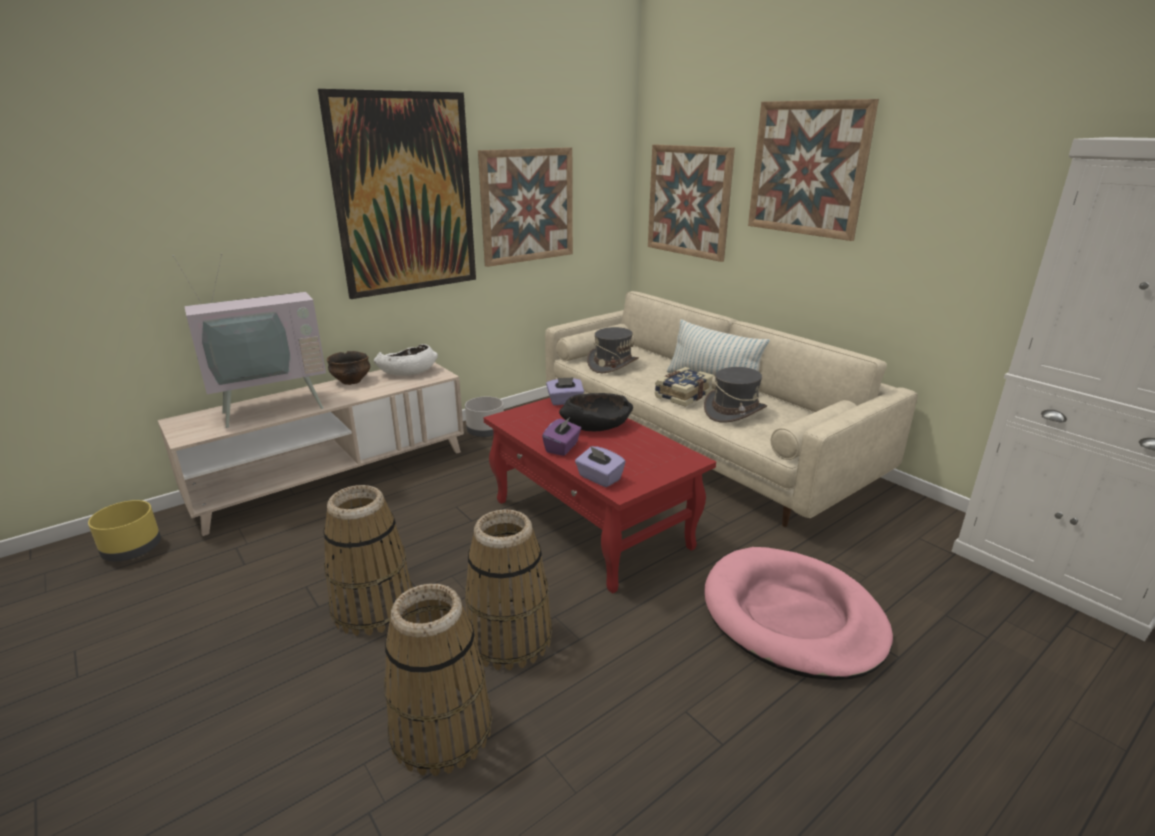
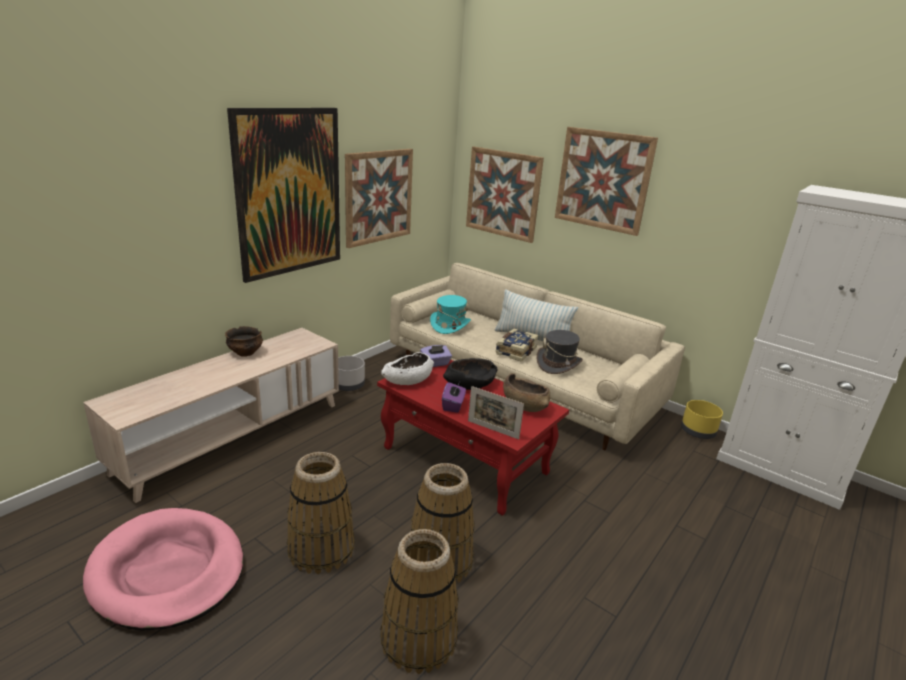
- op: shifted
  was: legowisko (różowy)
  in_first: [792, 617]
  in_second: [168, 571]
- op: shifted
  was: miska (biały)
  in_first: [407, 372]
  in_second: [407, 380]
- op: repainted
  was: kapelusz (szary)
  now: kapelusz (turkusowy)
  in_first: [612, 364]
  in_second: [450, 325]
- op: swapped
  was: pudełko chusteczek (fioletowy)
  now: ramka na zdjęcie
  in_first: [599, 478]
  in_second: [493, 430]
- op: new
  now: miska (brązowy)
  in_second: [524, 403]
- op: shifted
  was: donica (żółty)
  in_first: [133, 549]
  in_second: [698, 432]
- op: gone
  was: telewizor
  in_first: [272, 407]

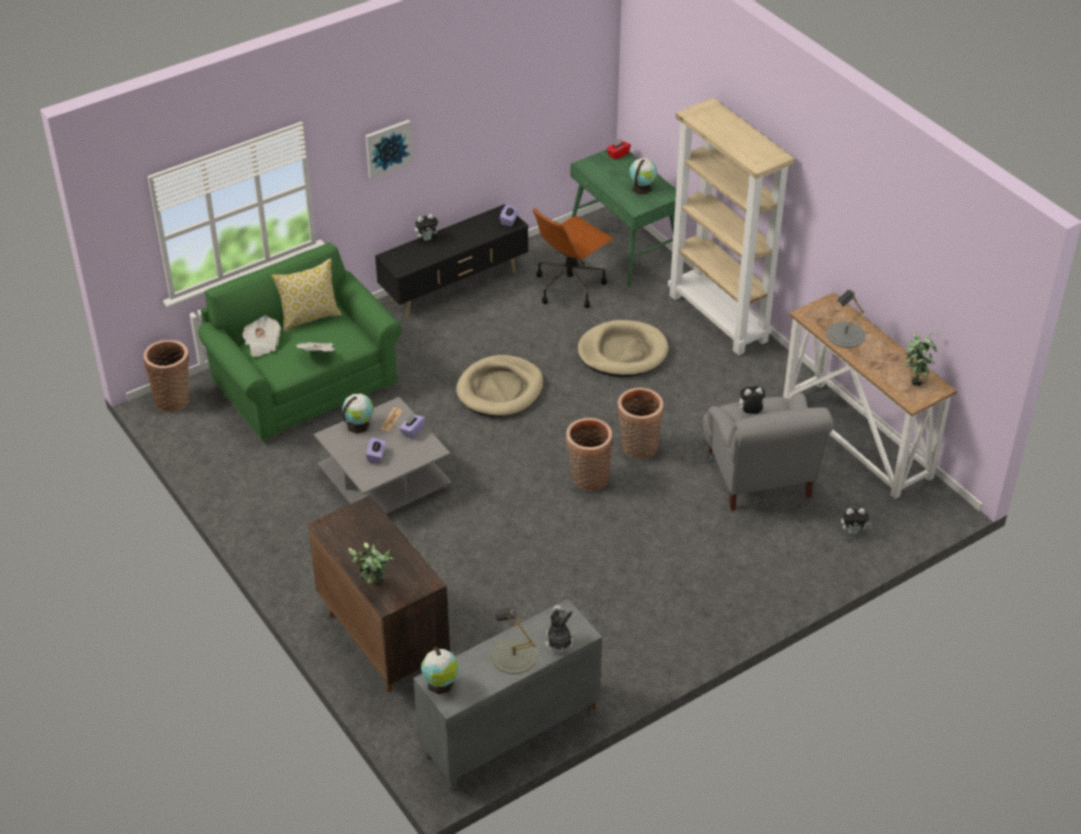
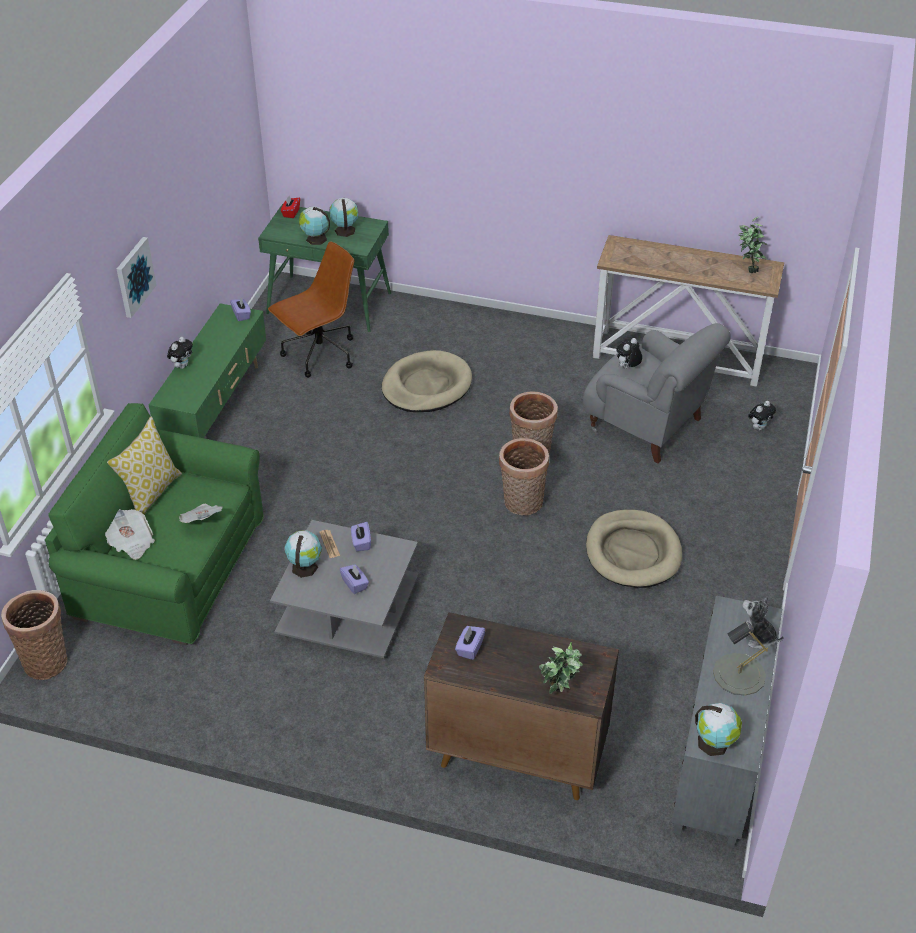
- op: repainted
  was: szafka pod telewizor (czarny)
  now: szafka pod telewizor (zielony)
  in_first: [455, 287]
  in_second: [217, 407]
- op: rotated
  was: krzesło biurowe (brązowy)
  in_first: [570, 286]
  in_second: [319, 355]
  clockwise: -135
- op: new
  now: globus
  in_second: [315, 239]
- op: new
  now: pudełko chusteczek (fioletowy)
  in_second: [469, 648]
- op: shifted
  was: legowisko (beżowy)
  in_first: [500, 390]
  in_second: [633, 552]
- op: gone
  was: regał (beżowy)
  in_first: [719, 318]
- op: gone
  was: lampa stołowa (szary)
  in_first: [845, 335]

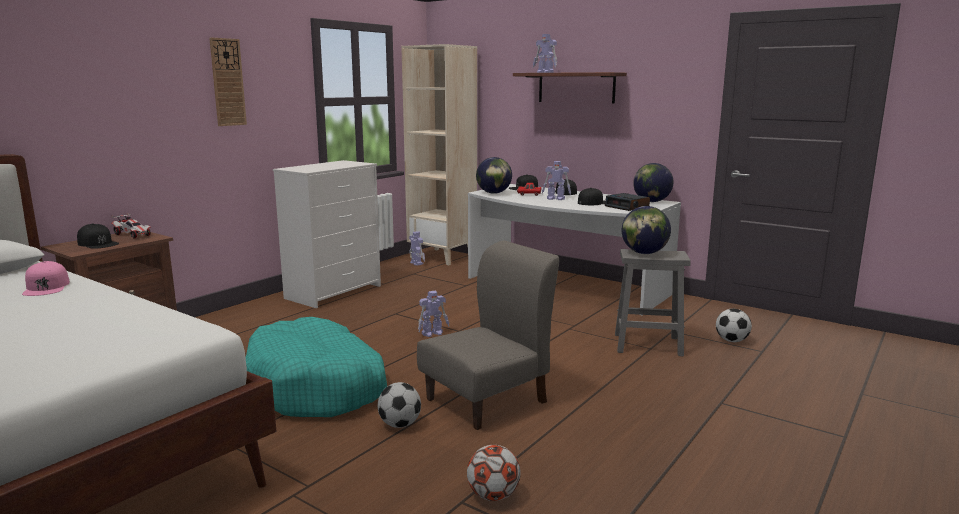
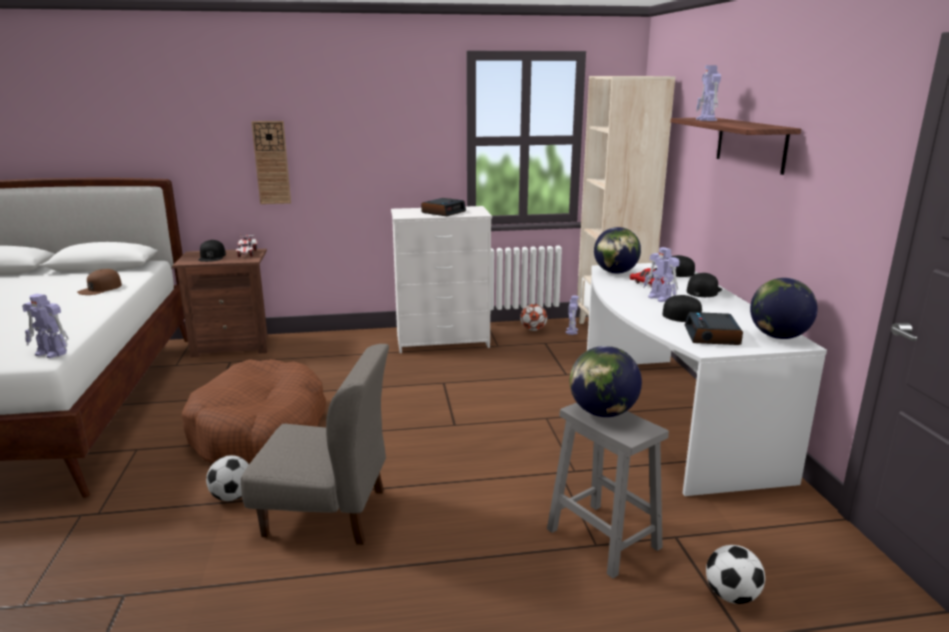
- op: shifted
  was: robot zabawkowy
  in_first: [433, 333]
  in_second: [52, 353]
- op: repainted
  was: czapka z daszkiem (różowy)
  now: czapka z daszkiem (brązowy)
  in_first: [46, 287]
  in_second: [100, 288]
- op: repainted
  was: legowisko (turkusowy)
  now: legowisko (brązowy)
  in_first: [317, 386]
  in_second: [259, 430]
- op: shifted
  was: zegar ścienny
  in_first: [227, 82]
  in_second: [271, 163]
- op: new
  now: budzik
  in_second: [443, 212]
- op: shifted
  was: piłka futbolowa
  in_first: [493, 495]
  in_second: [533, 330]

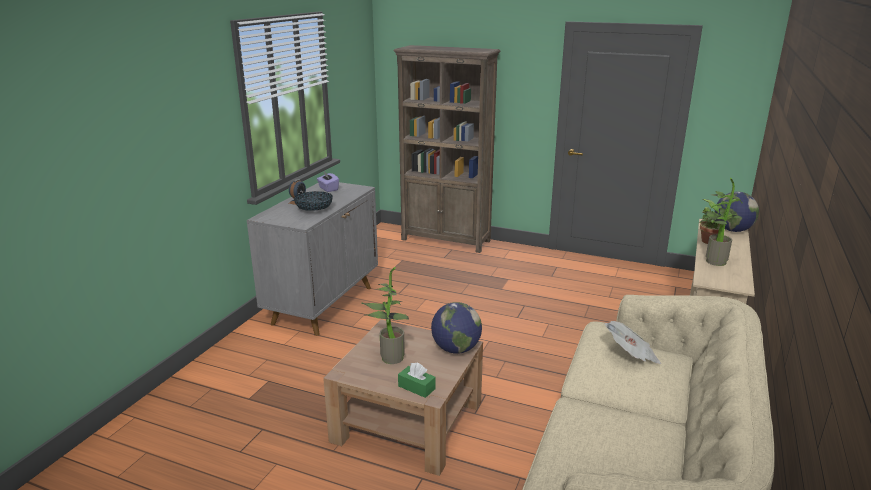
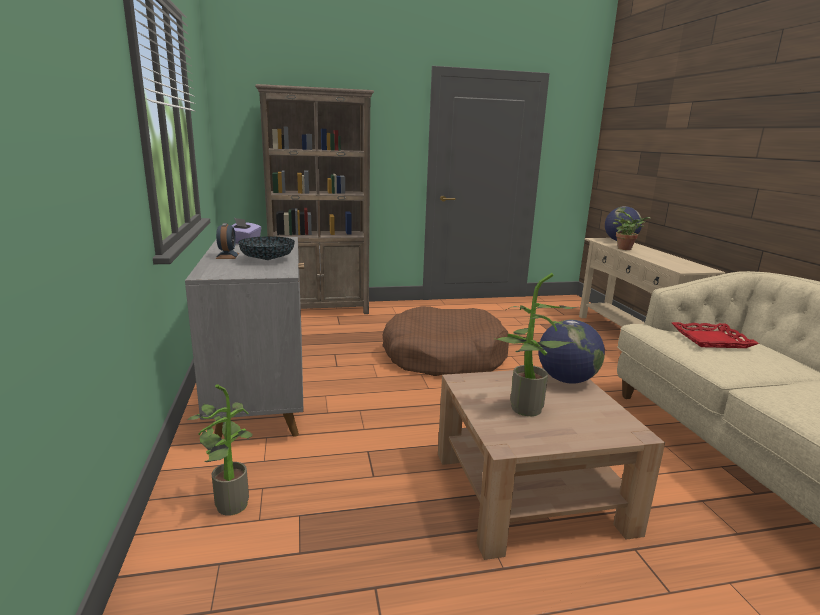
- op: shifted
  was: roślina doniczkowa
  in_first: [713, 260]
  in_second: [229, 503]
- op: new
  now: legowisko (brązowy)
  in_second: [444, 356]
- op: swapped
  was: gazeta
  now: taca (czerwony)
  in_first: [631, 355]
  in_second: [711, 339]
- op: gone
  was: pudełko chusteczek (zielony)
  in_first: [416, 387]

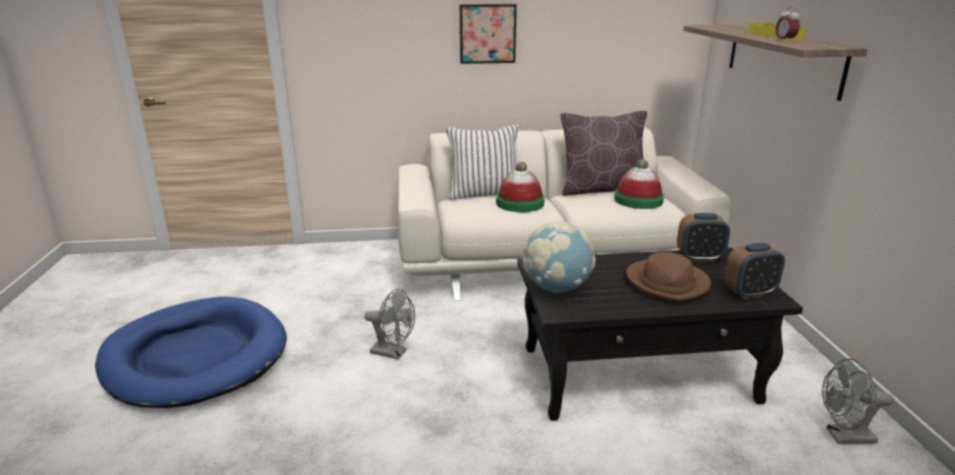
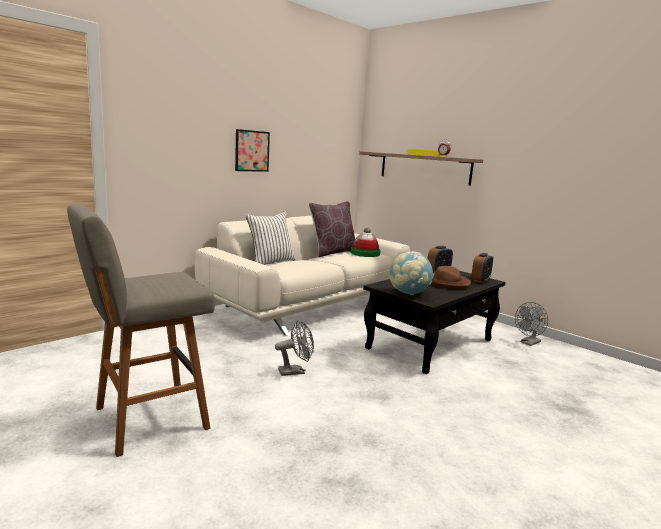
- op: swapped
  was: legowisko (niebieski)
  now: stołek (szary)
  in_first: [195, 356]
  in_second: [147, 419]
- op: gone
  was: kapelusz
  in_first: [520, 203]

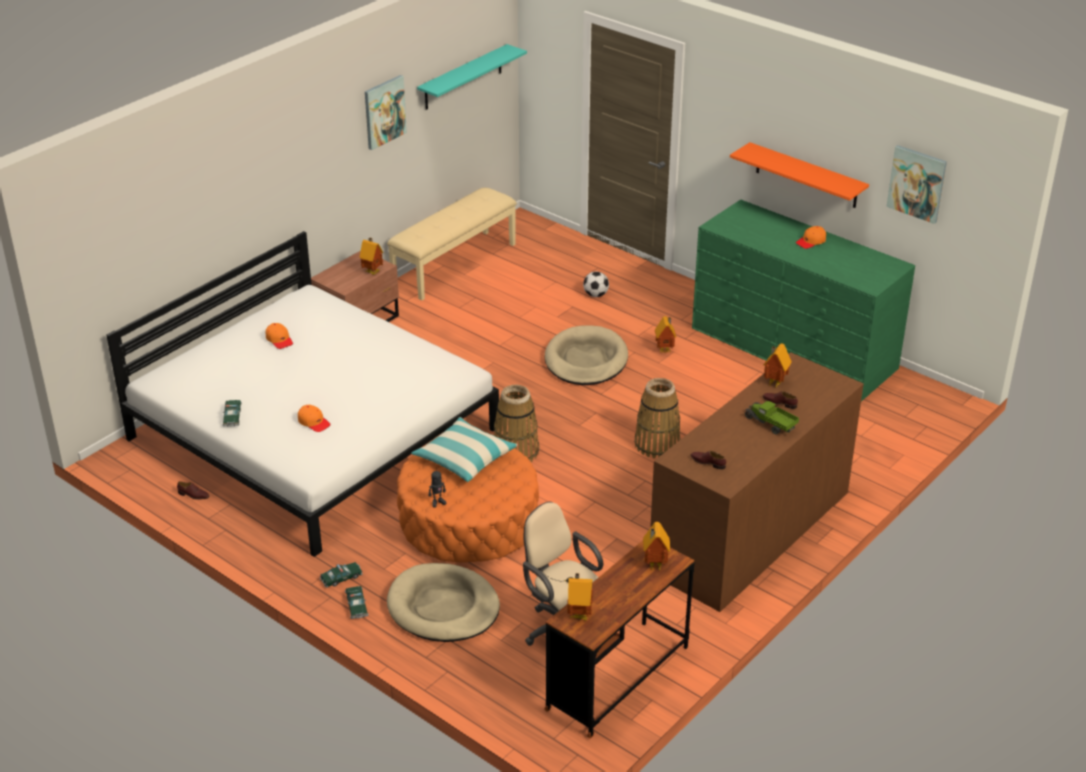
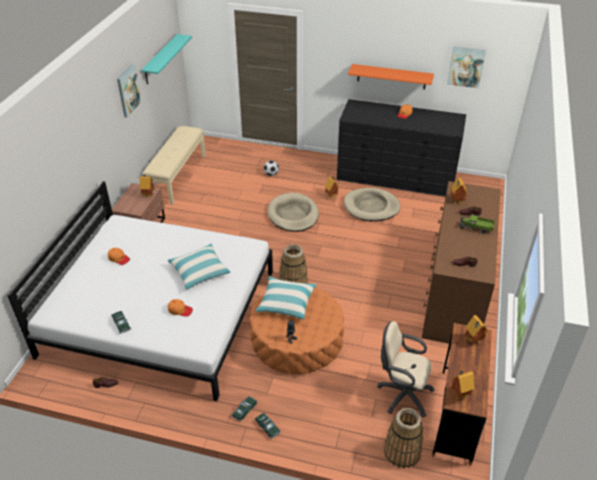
- op: new
  now: poduszka
  in_second: [199, 271]
- op: repainted
  was: komoda (zielony)
  now: komoda (czarny)
  in_first: [793, 348]
  in_second: [396, 177]
- op: shifted
  was: legowisko (beżowy)
  in_first: [443, 607]
  in_second: [371, 207]
- op: shifted
  was: koszyk
  in_first: [656, 444]
  in_second: [402, 452]

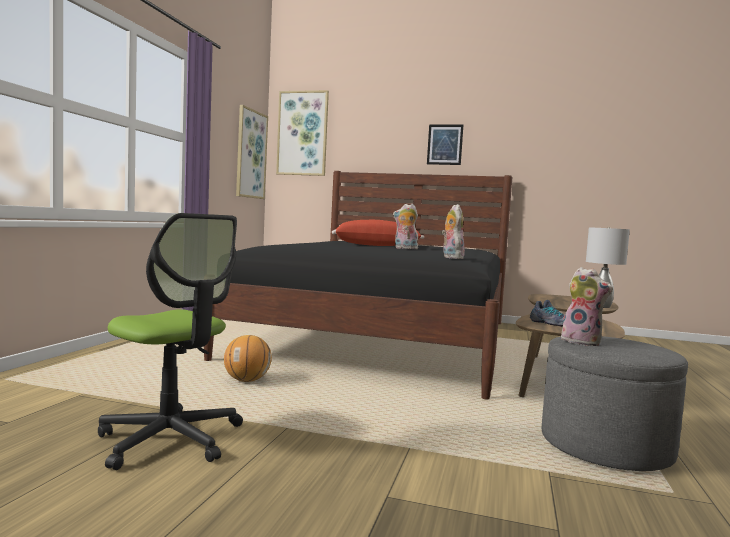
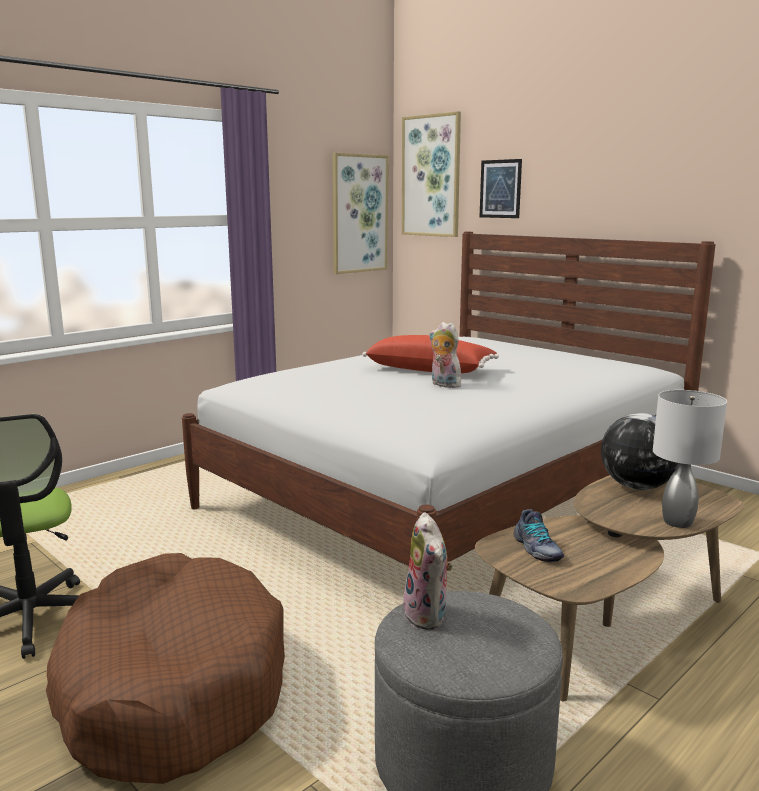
- op: new
  now: legowisko (brązowy)
  in_second: [171, 687]
- op: repainted
  was: łóżko (czarny)
  now: łóżko (biały)
  in_first: [383, 338]
  in_second: [449, 493]
- op: shifted
  was: obraz
  in_first: [444, 144]
  in_second: [500, 189]
- op: new
  now: globus
  in_second: [636, 486]
- op: gone
  was: piłka do koszykówki
  in_first: [247, 380]
- op: gone
  was: pluszak
  in_first: [451, 258]

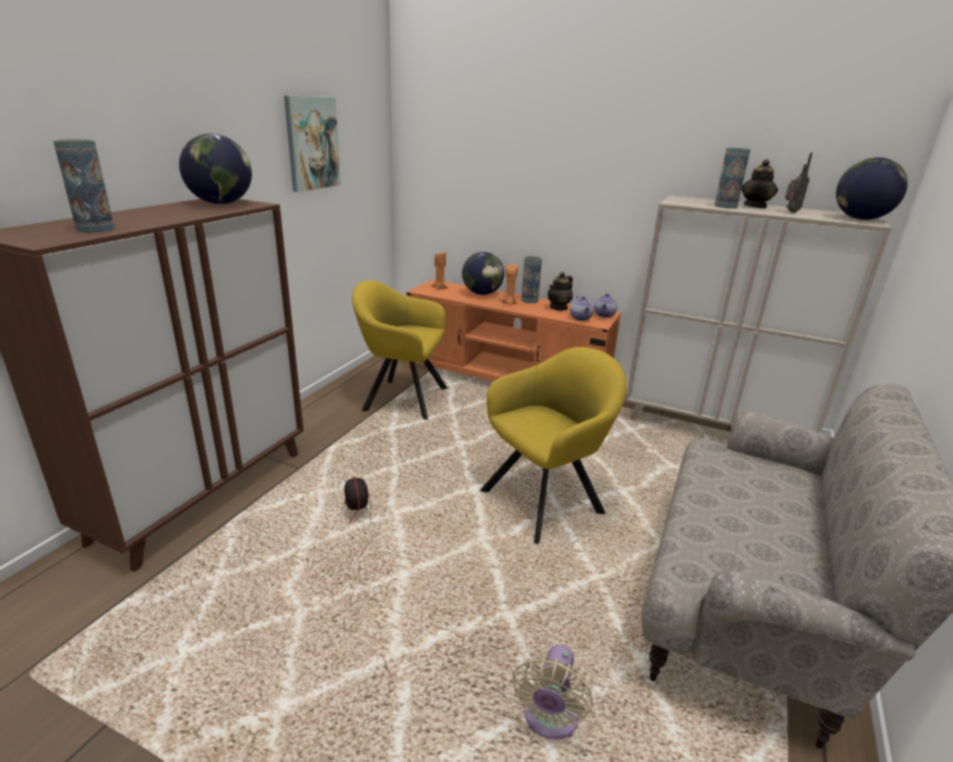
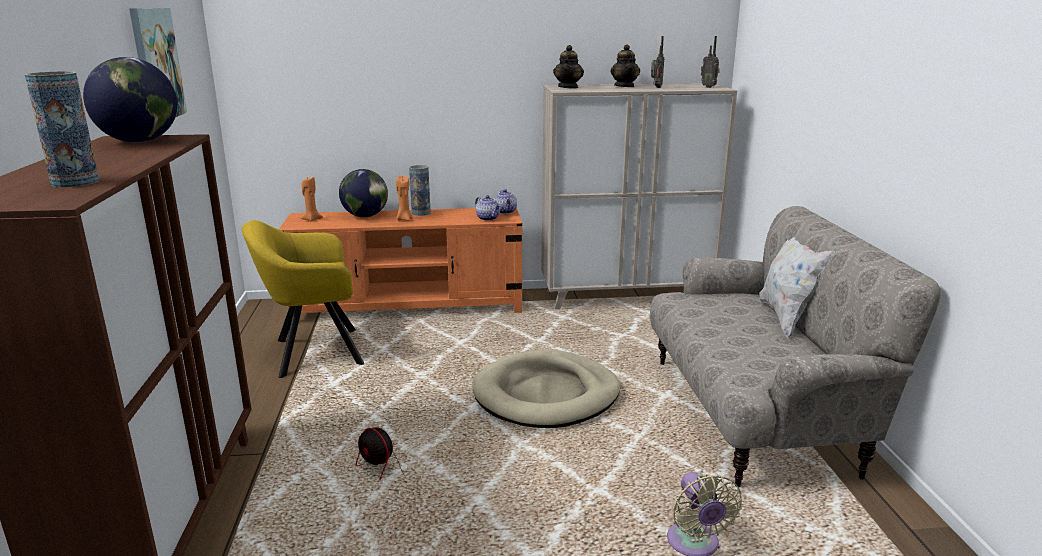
- op: swapped
  was: fotel (żółty)
  now: legowisko (beżowy)
  in_first: [547, 500]
  in_second: [546, 395]
- op: shifted
  was: imbryk
  in_first: [559, 307]
  in_second: [568, 87]
- op: swapped
  was: globus
  now: radio
  in_first: [861, 219]
  in_second: [709, 87]
- op: new
  now: poduszka (biały)
  in_second: [787, 318]
- op: gone
  was: wazon
  in_first: [725, 206]

